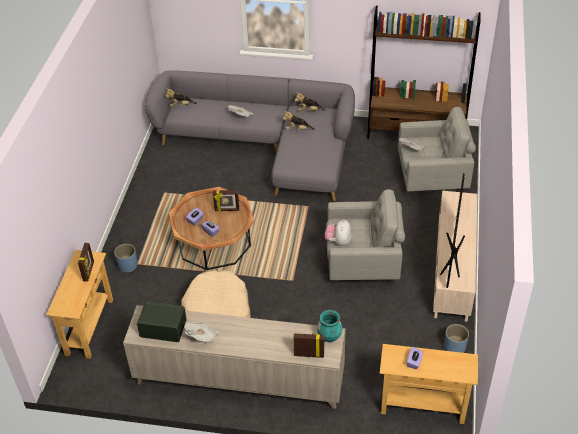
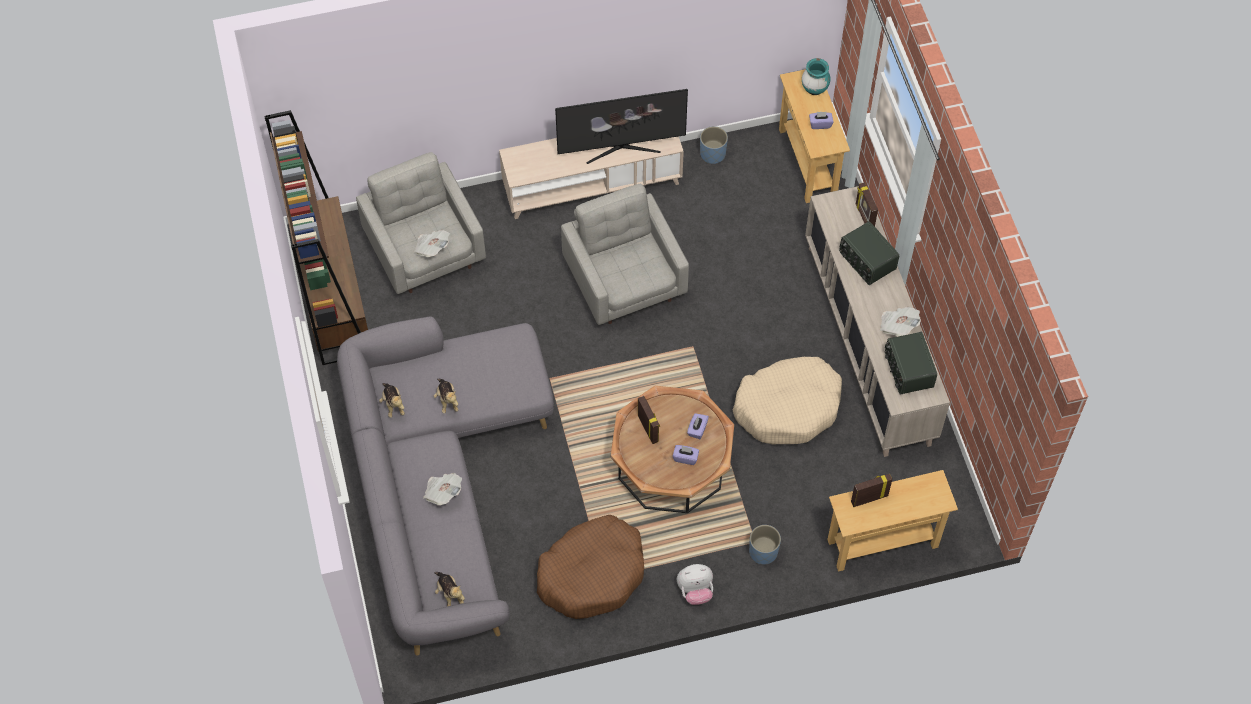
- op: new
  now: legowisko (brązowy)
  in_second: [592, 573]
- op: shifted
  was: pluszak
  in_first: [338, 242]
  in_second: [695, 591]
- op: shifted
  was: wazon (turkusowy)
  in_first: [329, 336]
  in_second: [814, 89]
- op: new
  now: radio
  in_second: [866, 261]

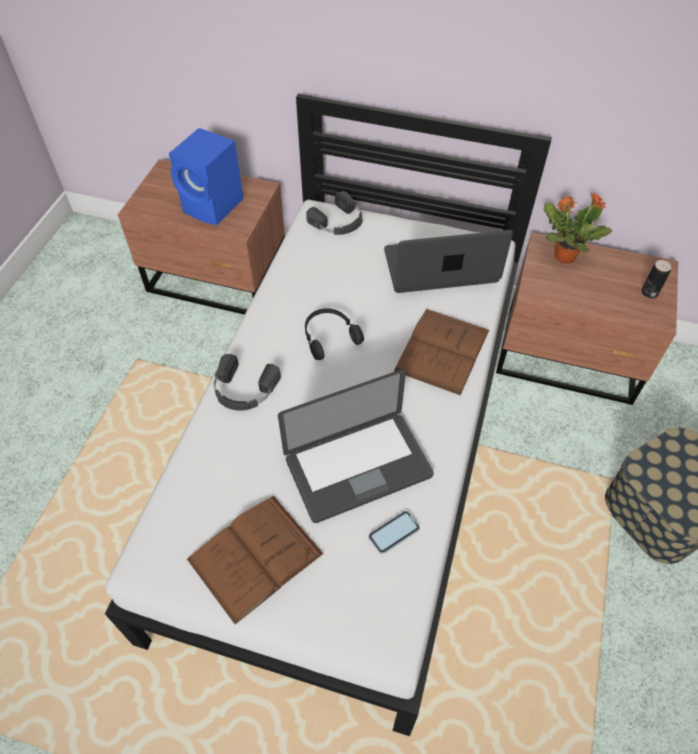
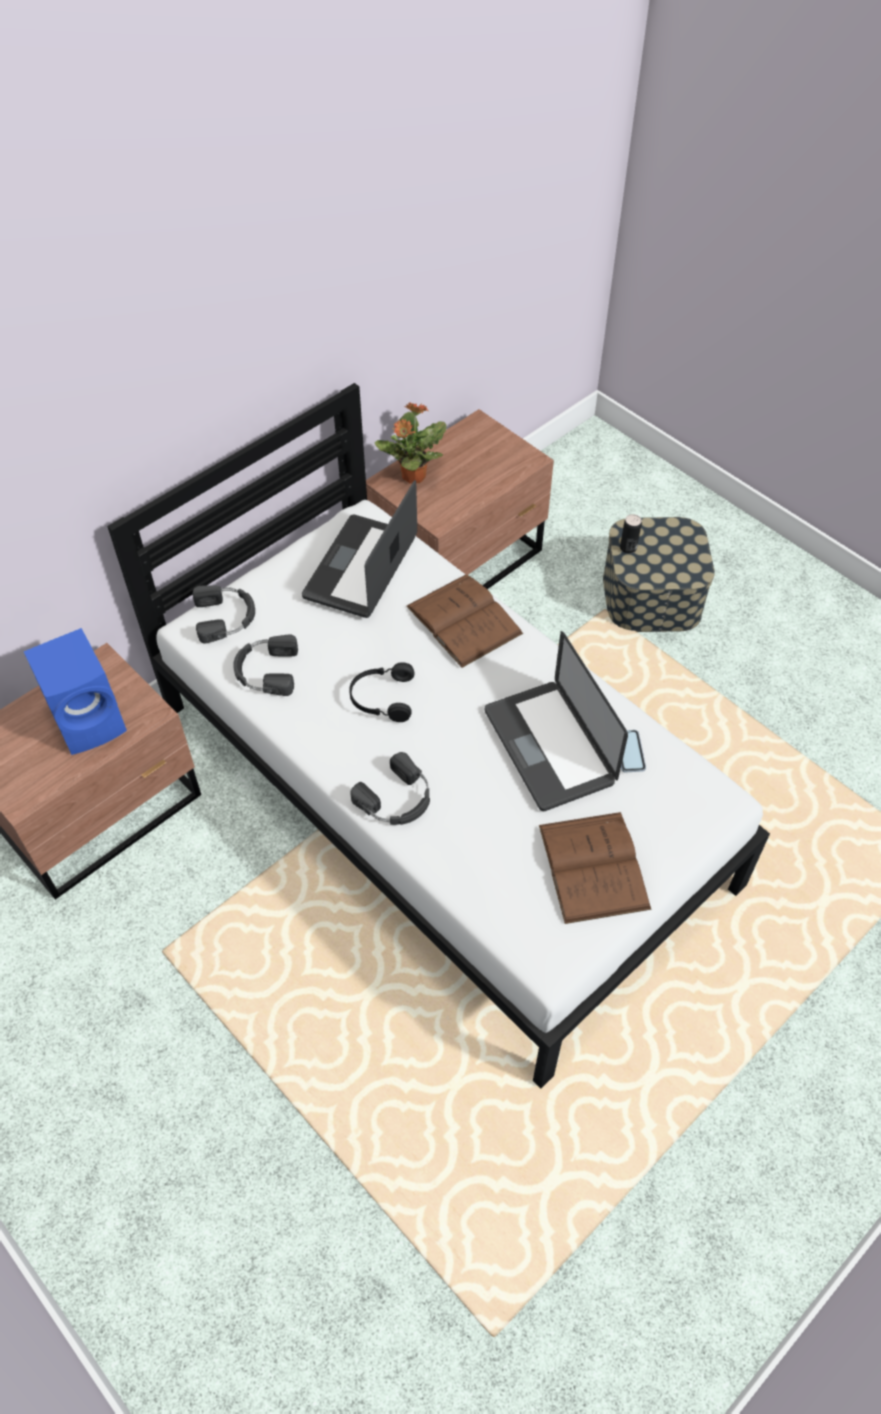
- op: new
  now: słuchawki (czarny)
  in_second: [265, 670]
- op: rotated
  was: laptop
  in_first: [358, 467]
  in_second: [549, 746]
  clockwise: 150
- op: shifted
  was: puszka
  in_first: [649, 293]
  in_second: [628, 548]

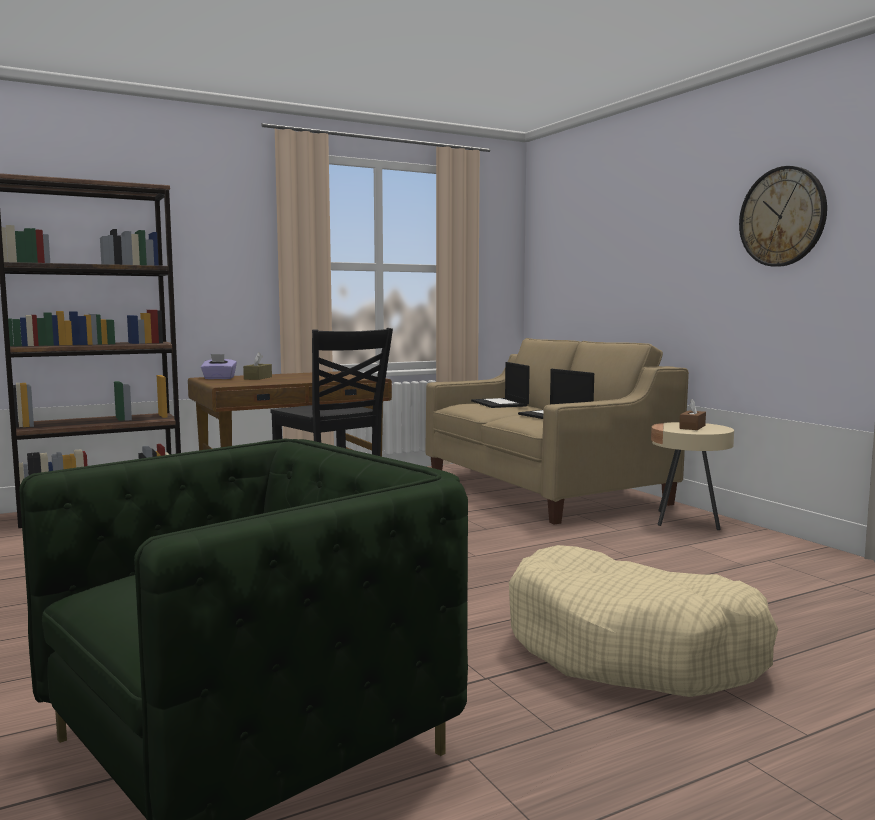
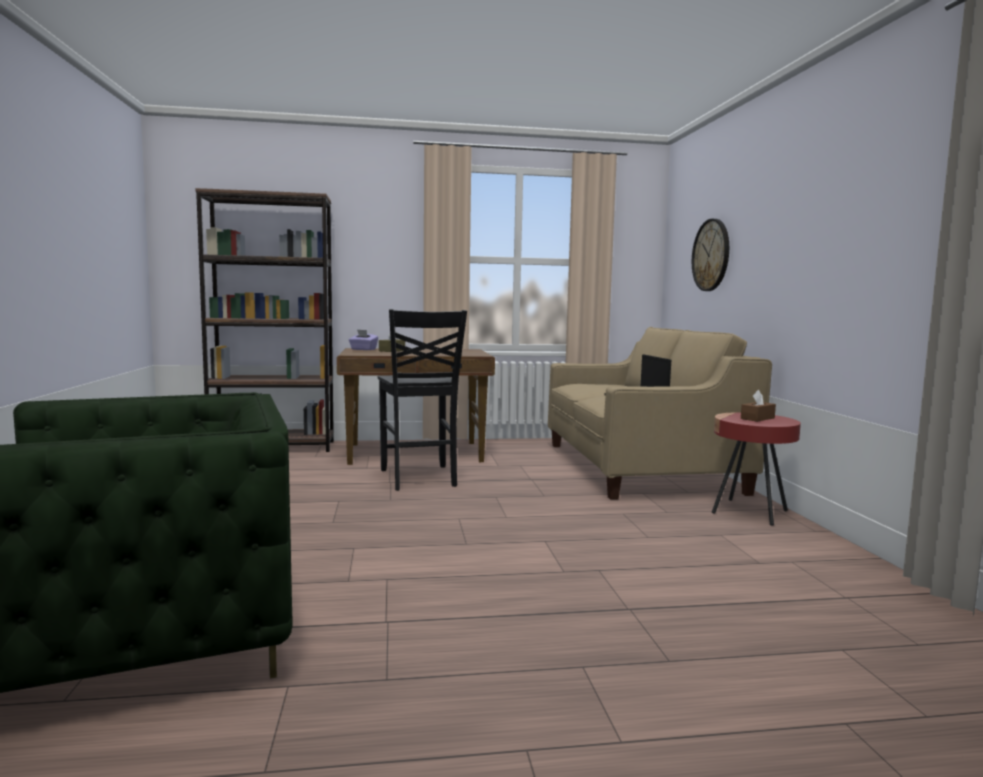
- op: shifted
  was: zegar ścienny
  in_first: [782, 217]
  in_second: [711, 255]
- op: repainted
  was: stolik (beżowy)
  now: stolik (czerwony)
  in_first: [687, 520]
  in_second: [749, 512]
- op: gone
  was: laptop
  in_first: [500, 403]
- op: gone
  was: legowisko (beżowy)
  in_first: [633, 649]

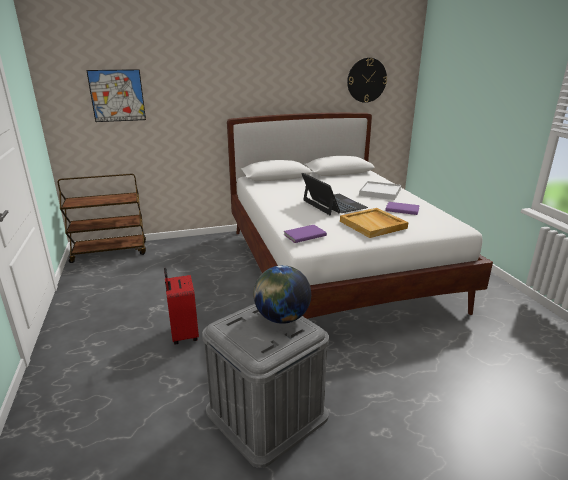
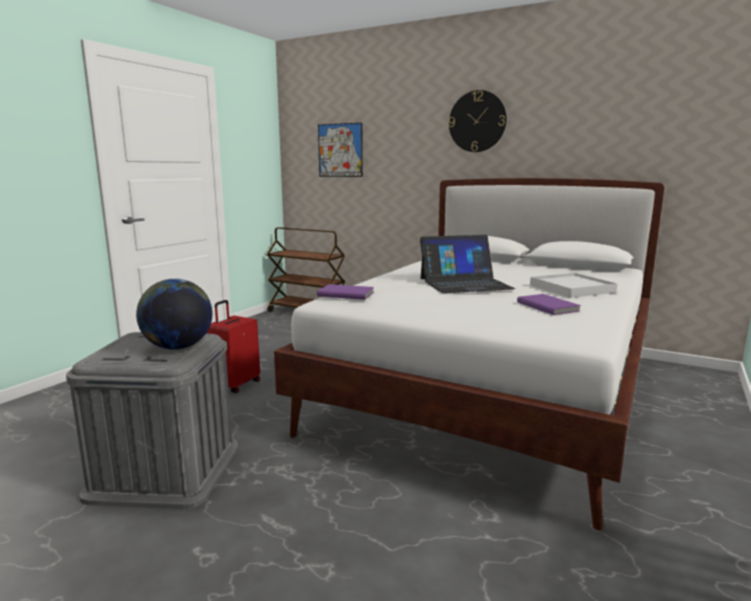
- op: rotated
  was: laptop
  in_first: [333, 204]
  in_second: [465, 283]
  clockwise: 60
- op: shifted
  was: zegar ścienny
  in_first: [366, 80]
  in_second: [477, 121]
- op: gone
  was: taca (beżowy)
  in_first: [373, 225]

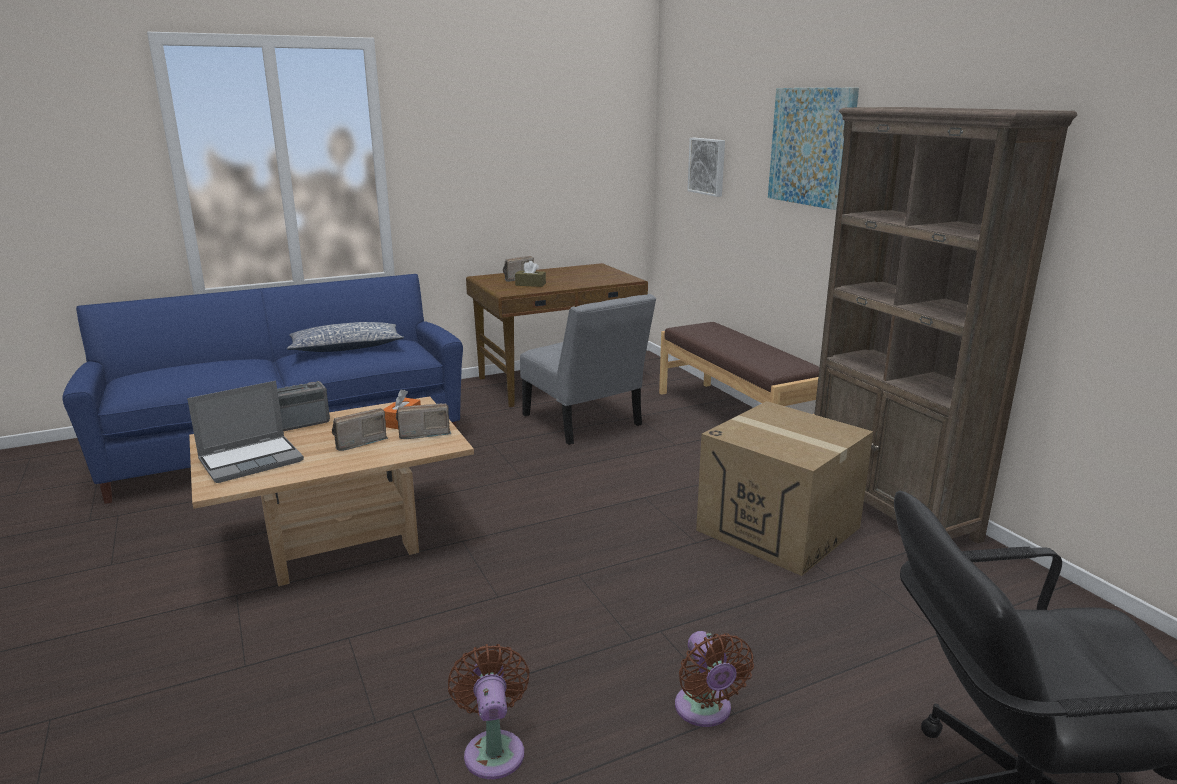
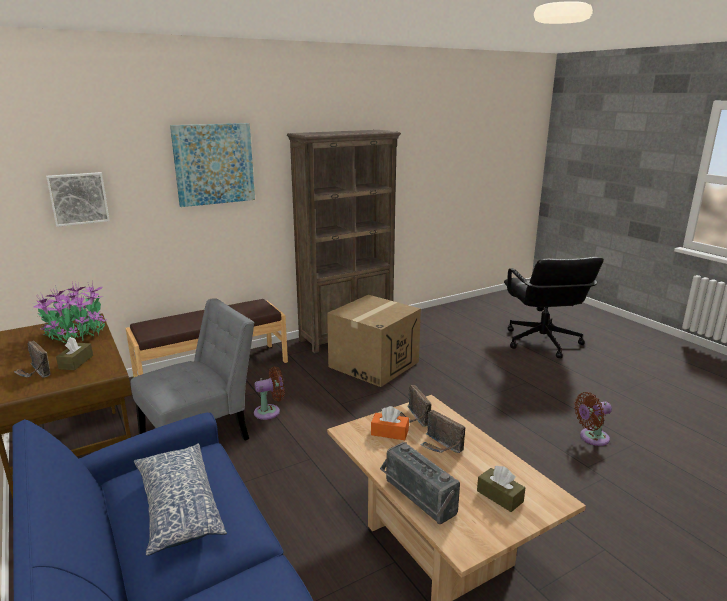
- op: new
  now: roślina doniczkowa
  in_second: [76, 333]
- op: shifted
  was: wentylator (brązowy)
  in_first: [705, 711]
  in_second: [270, 412]
- op: swapped
  was: laptop
  now: pudełko chusteczek (brązowy)
  in_first: [252, 460]
  in_second: [499, 496]

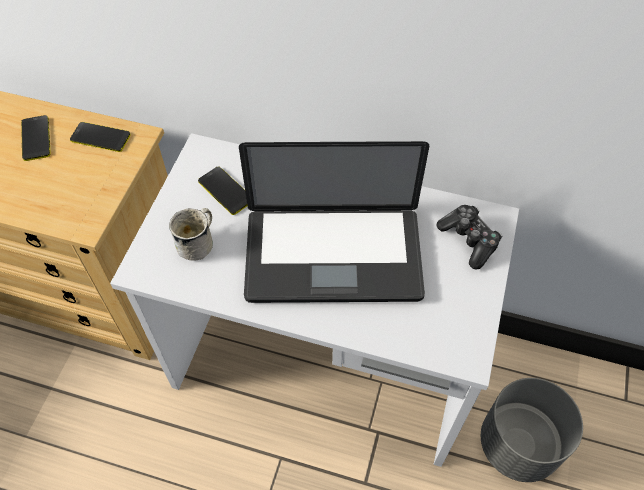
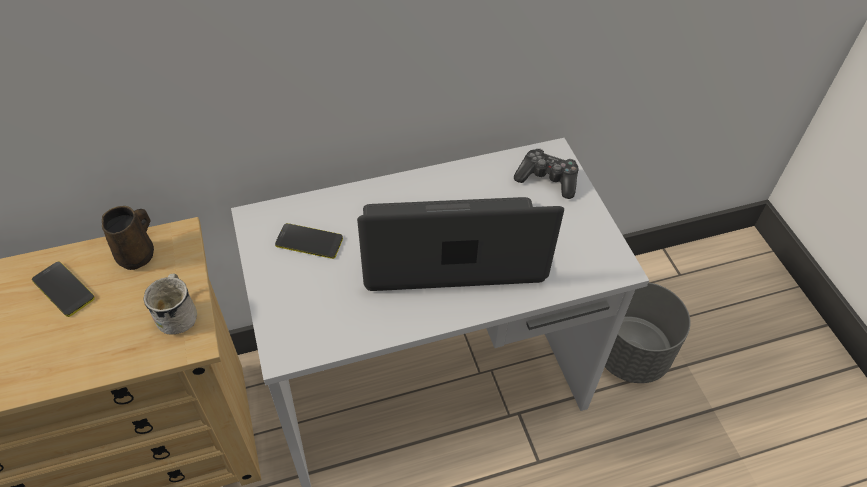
- op: swapped
  was: telefon
  now: kubek (brązowy)
  in_first: [100, 137]
  in_second: [138, 255]
- op: shifted
  was: kubek (biały)
  in_first: [199, 242]
  in_second: [179, 313]
- op: rotated
  was: laptop
  in_first: [333, 256]
  in_second: [451, 247]
  clockwise: -150

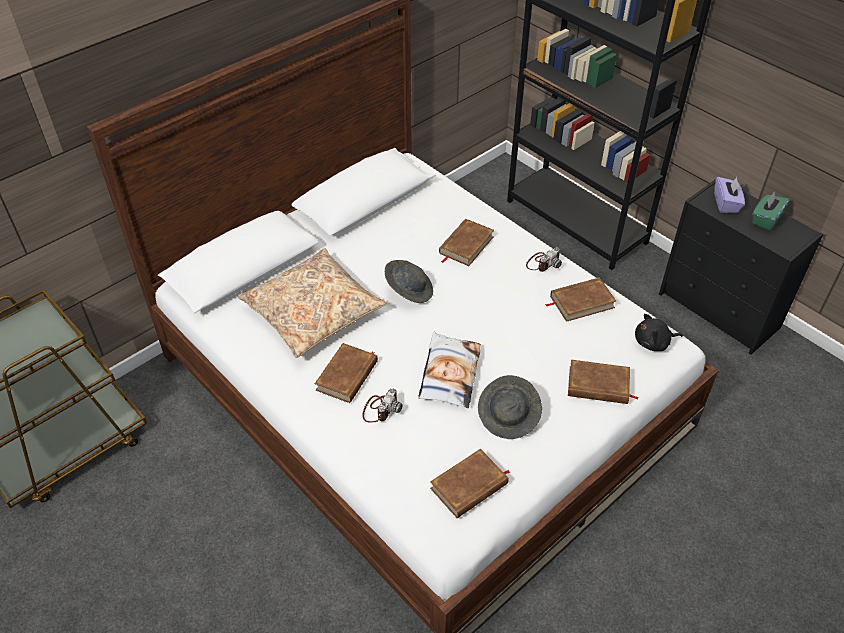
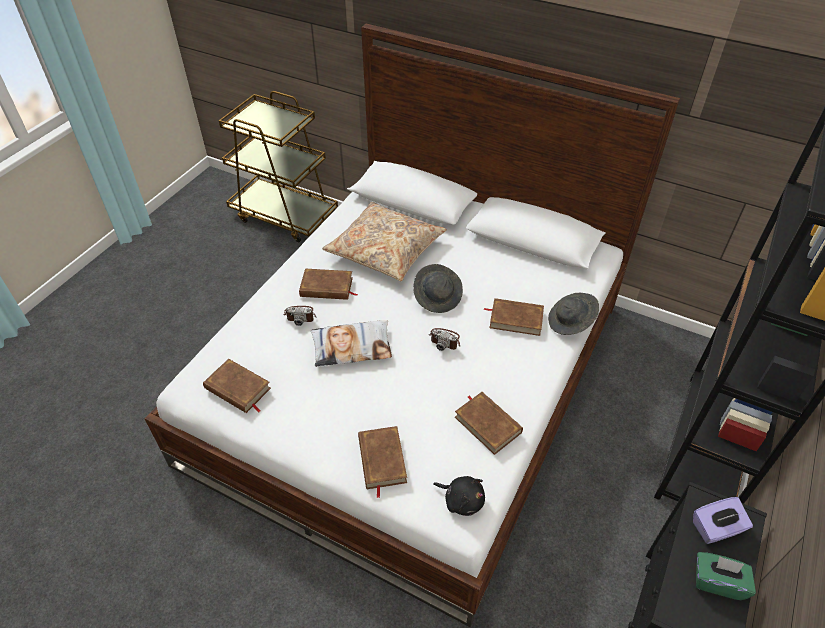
- op: shifted
  was: aparat fotograficzny
  in_first: [543, 263]
  in_second: [445, 340]
- op: rotated
  was: pluszak (czarny)
  in_first: [653, 343]
  in_second: [462, 500]
  clockwise: 150
- op: shifted
  was: kapelusz (szary)
  in_first: [509, 416]
  in_second: [571, 322]

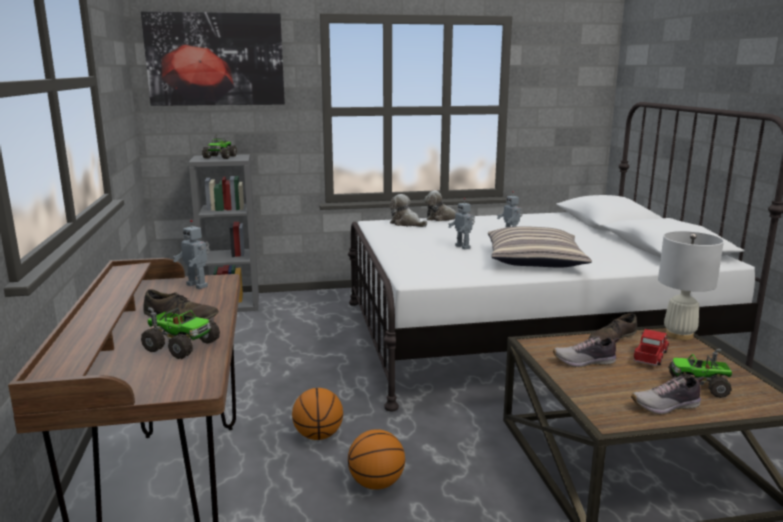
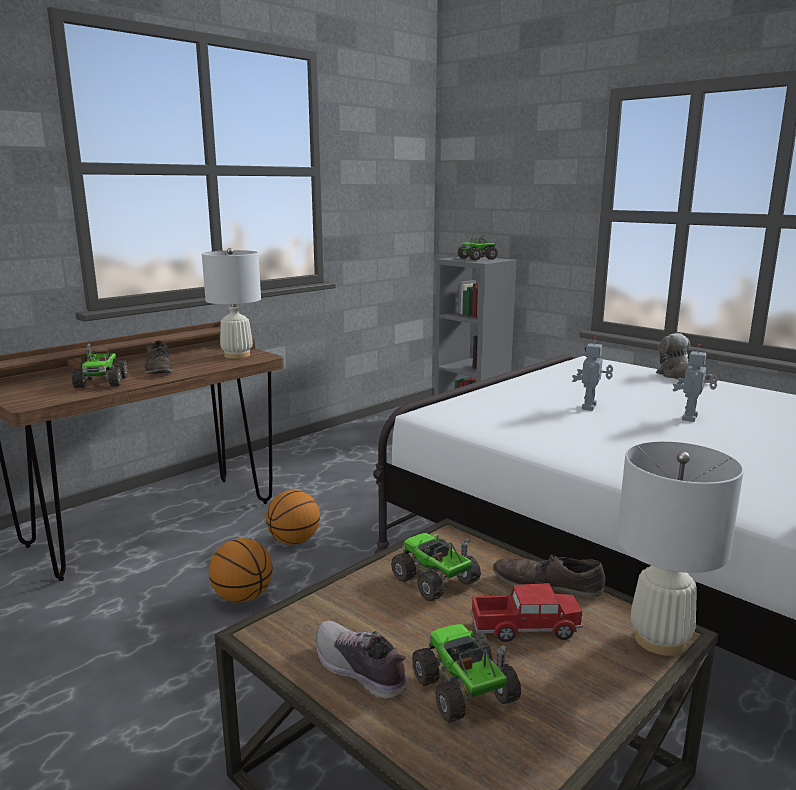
- op: swapped
  was: robot zabawkowy
  now: lampa stołowa (biały)
  in_first: [198, 285]
  in_second: [237, 355]
- op: swapped
  was: but
  now: ciężarówka zabawkowa
  in_first: [585, 362]
  in_second: [436, 581]
- op: gone
  was: obraz
  in_first: [215, 59]
- op: gone
  was: pluszak
  in_first: [406, 224]
- op: gone
  was: poduszka
  in_first: [534, 260]

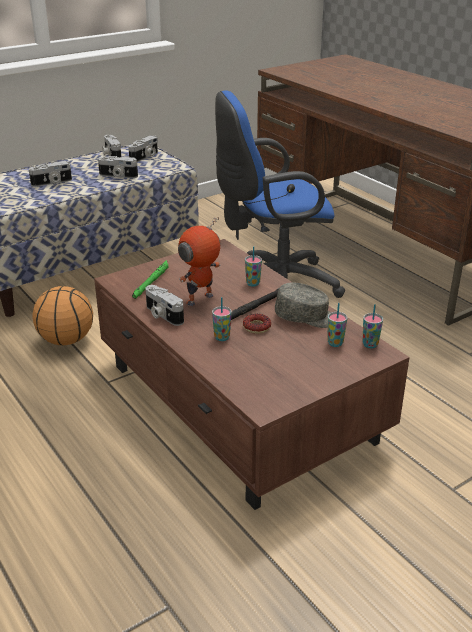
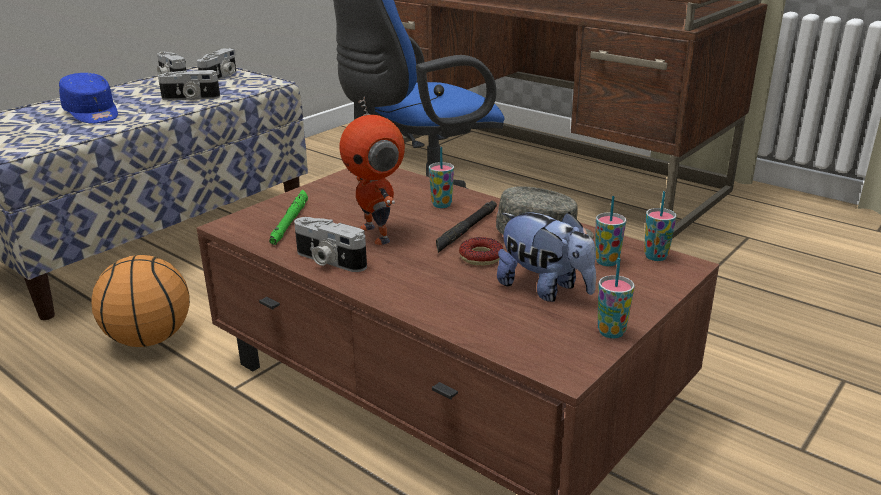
- op: swapped
  was: aparat fotograficzny
  now: czapka z daszkiem (niebieski)
  in_first: [52, 183]
  in_second: [92, 114]
- op: rotated
  was: robot zabawkowy
  in_first: [201, 300]
  in_second: [377, 234]
  clockwise: -60
- op: new
  now: pluszak
  in_second: [544, 289]
- op: shifted
  was: filiżanka
  in_first: [222, 337]
  in_second: [611, 332]

